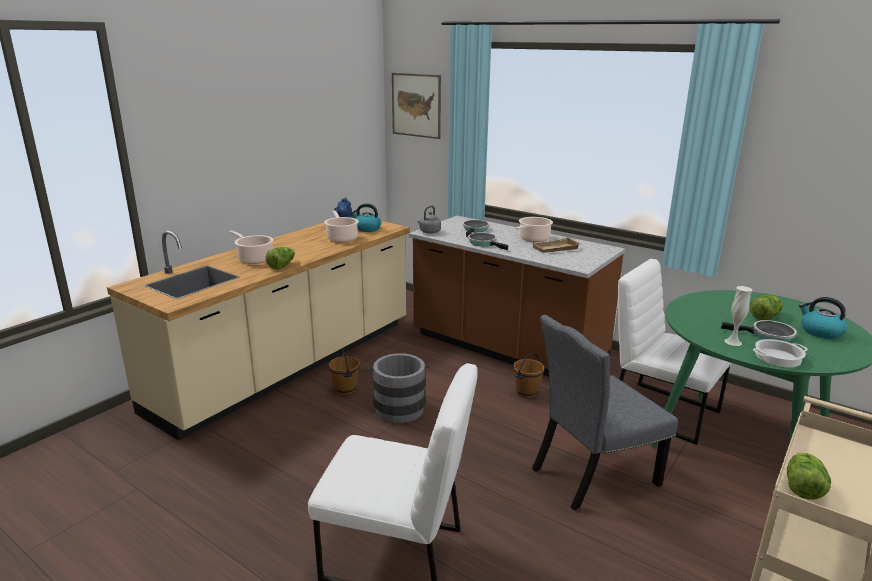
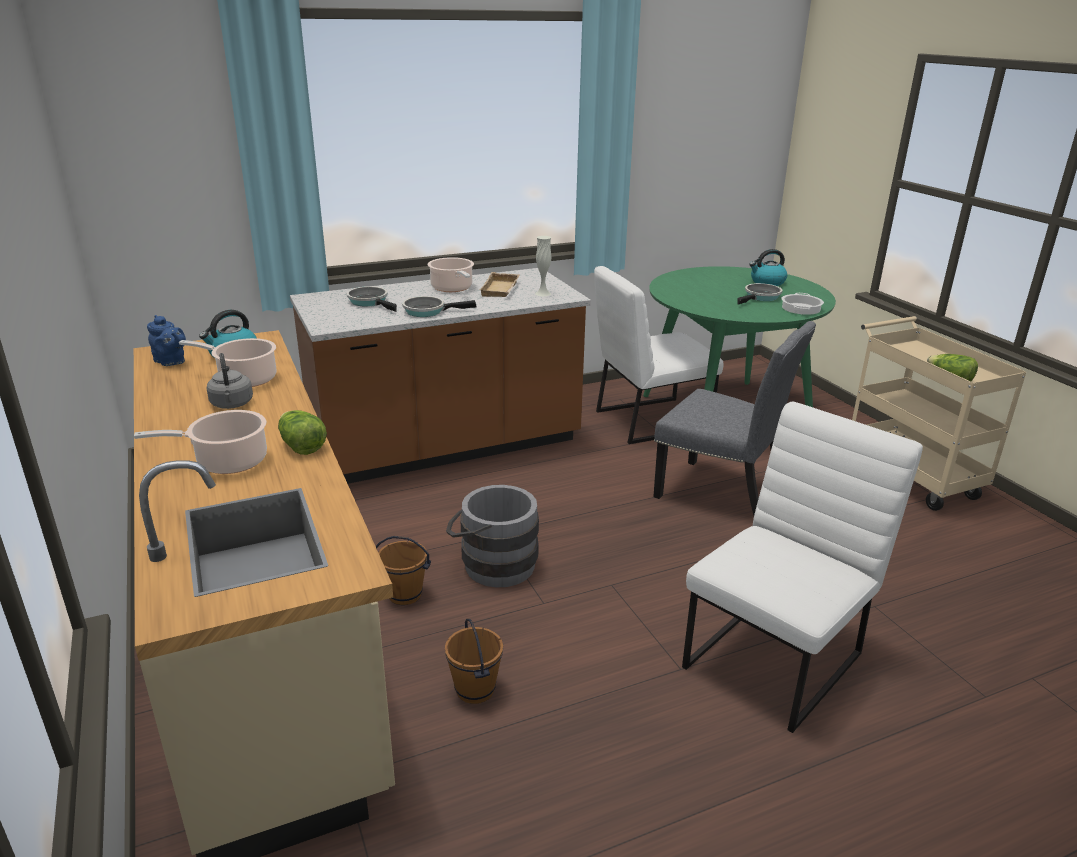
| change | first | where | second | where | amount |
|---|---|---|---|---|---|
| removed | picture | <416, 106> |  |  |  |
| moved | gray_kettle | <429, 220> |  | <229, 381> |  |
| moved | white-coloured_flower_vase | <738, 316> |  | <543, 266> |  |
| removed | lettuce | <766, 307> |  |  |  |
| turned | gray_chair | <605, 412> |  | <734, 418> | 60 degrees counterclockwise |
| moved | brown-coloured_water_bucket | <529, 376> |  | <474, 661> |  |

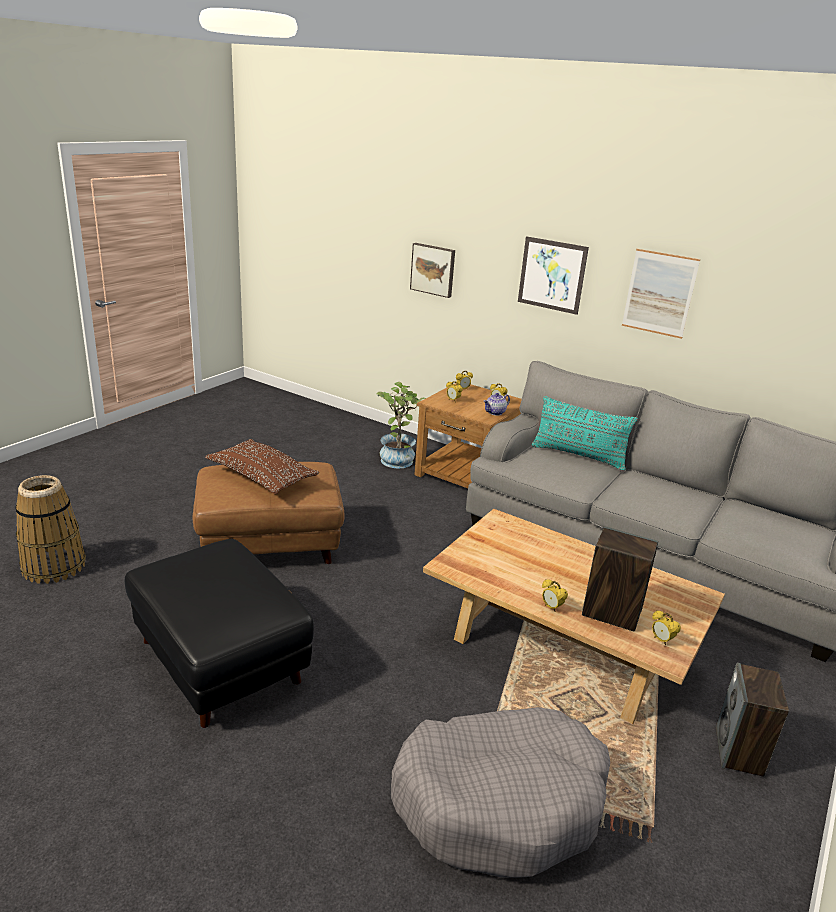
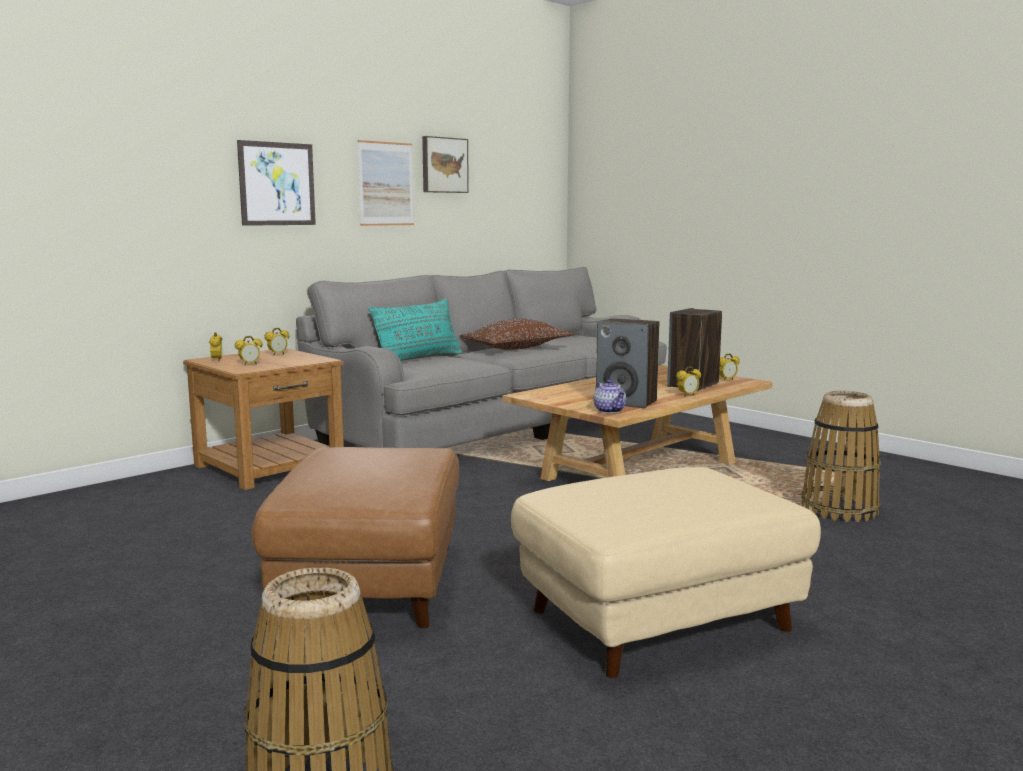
| change | first | where | second | where | amount |
|---|---|---|---|---|---|
| moved | picture | <432, 270> |  | <445, 164> |  |
| removed | potted_plant | <401, 425> |  |  |  |
| moved | teapot | <496, 404> |  | <609, 397> |  |
| moved | brown-coloured_throw_pillow | <262, 466> |  | <516, 334> |  |
| recoloured | black-coloured_ottoman | <219, 633> | beige_ottoman | <666, 572> |  |
| moved | loudspeaker | <752, 720> |  | <627, 363> |  |
| replaced | gray_dog_bed | <500, 792> | storage_basket | <841, 456> |  |

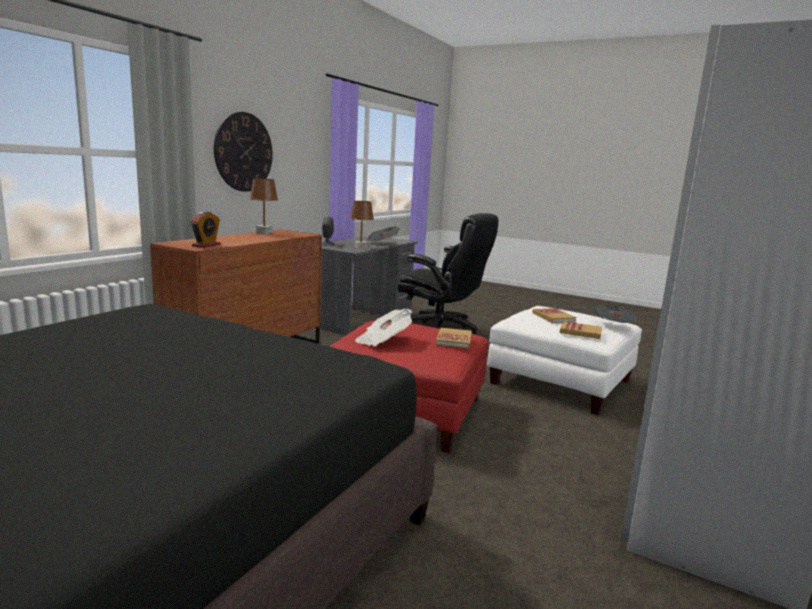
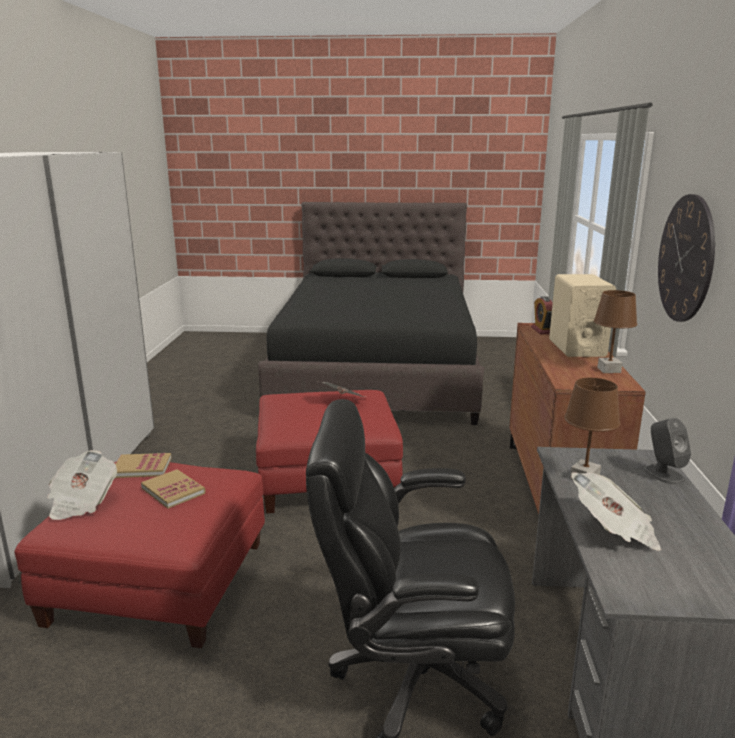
| change | first | where | second | where | amount |
|---|---|---|---|---|---|
| recoloured | white-coloured_ottoman | <564, 360> | reddish_ottoman | <139, 555> |  |
| removed | volume | <454, 338> |  |  |  |
| added |  |  | beige_loudspeaker | <582, 315> |  |

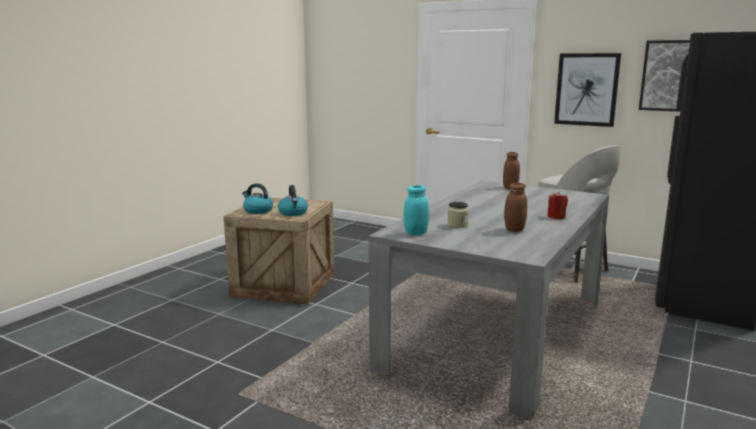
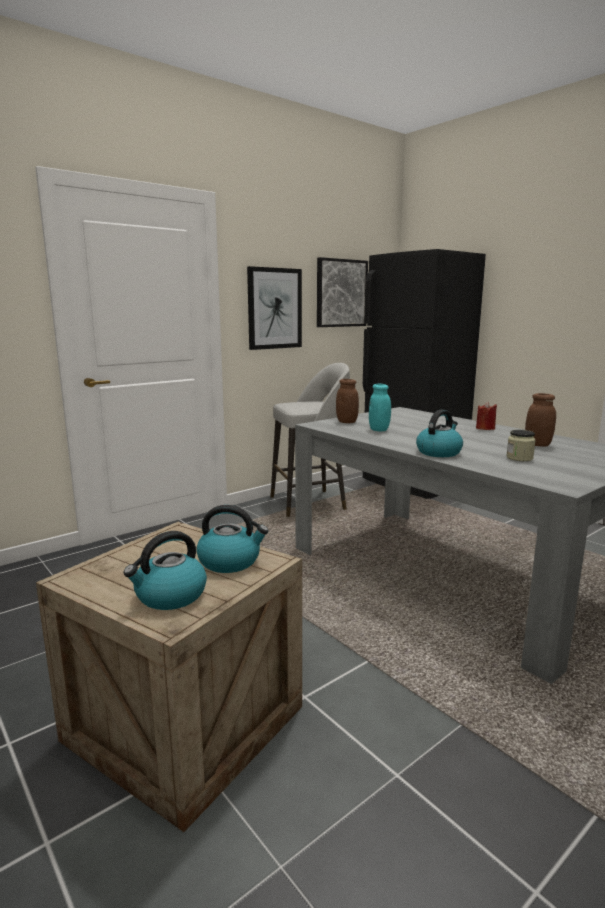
| change | first | where | second | where | amount |
|---|---|---|---|---|---|
| moved | turquoise_preserve_jar | <416, 210> |  | <380, 407> |  |
| added |  |  | kettle | <439, 433> |  |

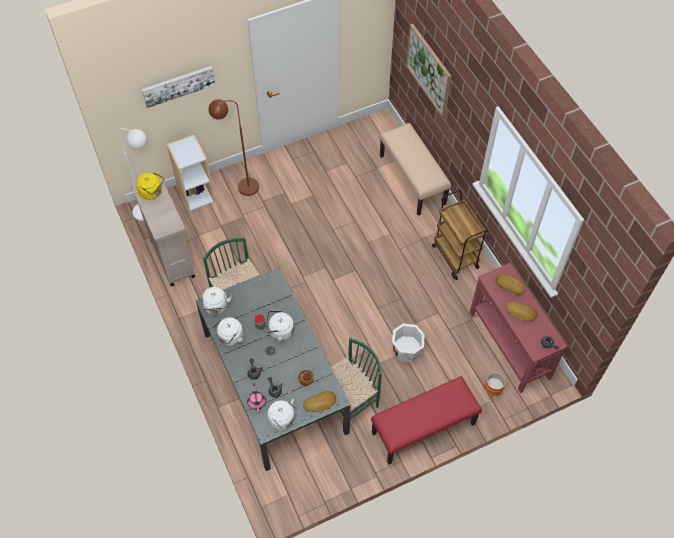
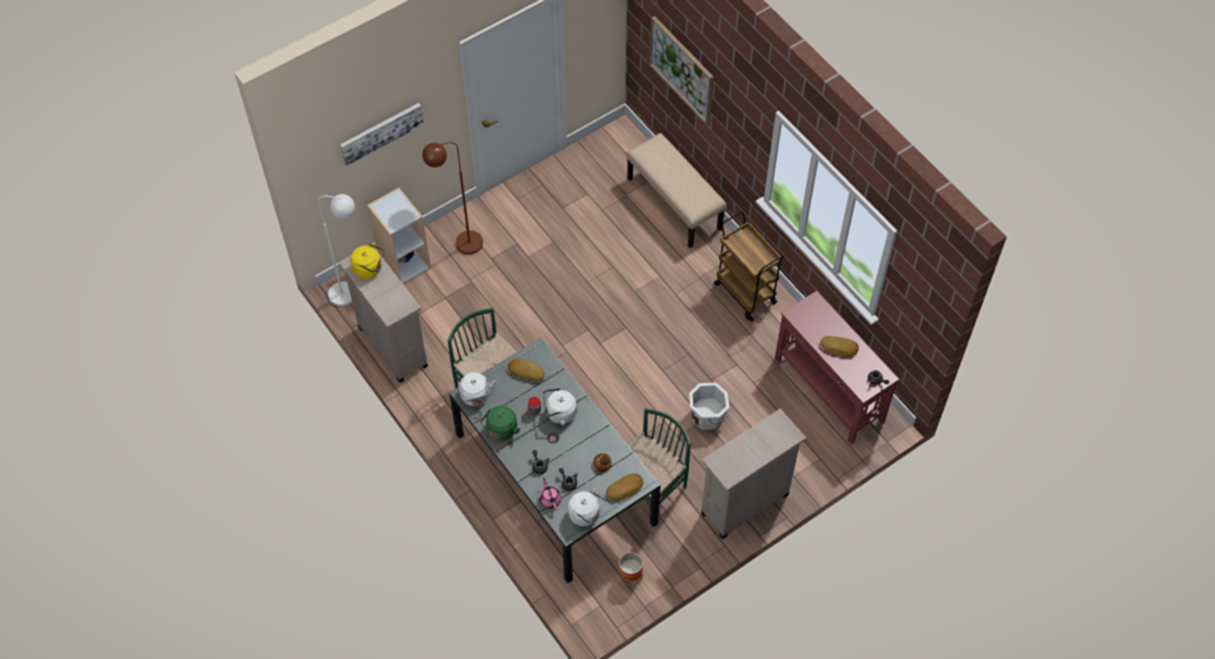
| change | first | where | second | where | amount |
|---|---|---|---|---|---|
| moved | bread | <510, 284> |  | <526, 370> |  |
| recoloured | white-coloured_kettle | <227, 331> | greenish_kettle | <500, 422> |  |
| moved | flower_pot | <494, 386> |  | <631, 569> |  |
| replaced | reddish_bench | <426, 420> | beige_cupboard | <753, 473> |  |

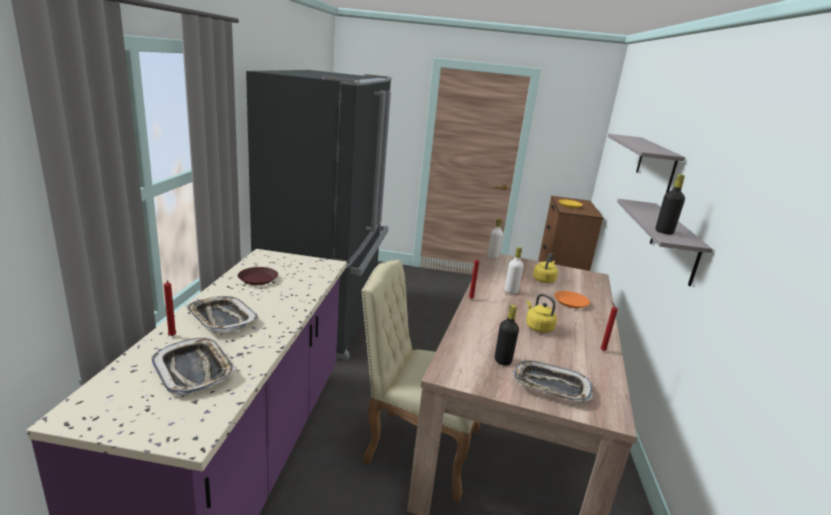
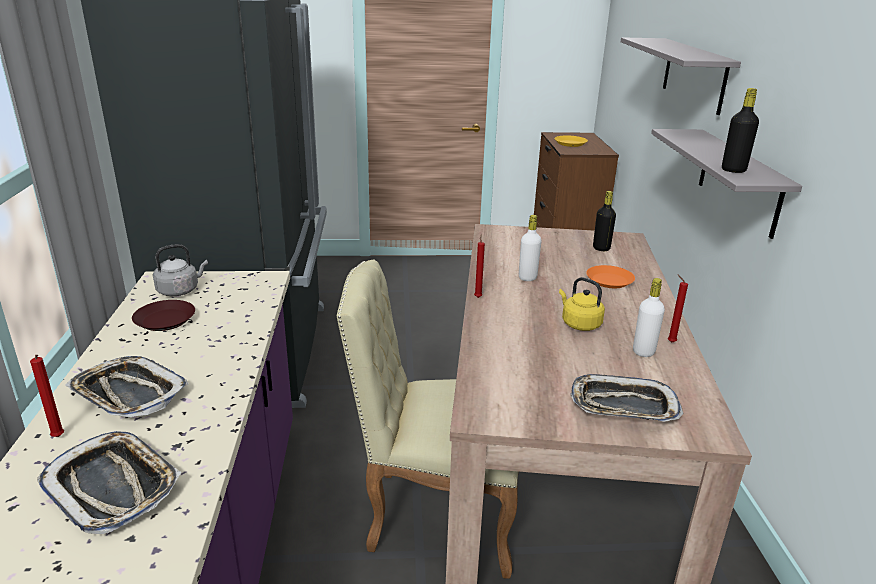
| change | first | where | second | where | amount |
|---|---|---|---|---|---|
| moved | white-coloured_drink_bottle | <495, 238> |  | <649, 317> |  |
| removed | yellow-coloured_kettle | <545, 268> |  |  |  |
| moved | black-coloured_drink_bottle | <507, 335> |  | <604, 221> |  |
| added |  |  | gray_kettle | <180, 270> |  |

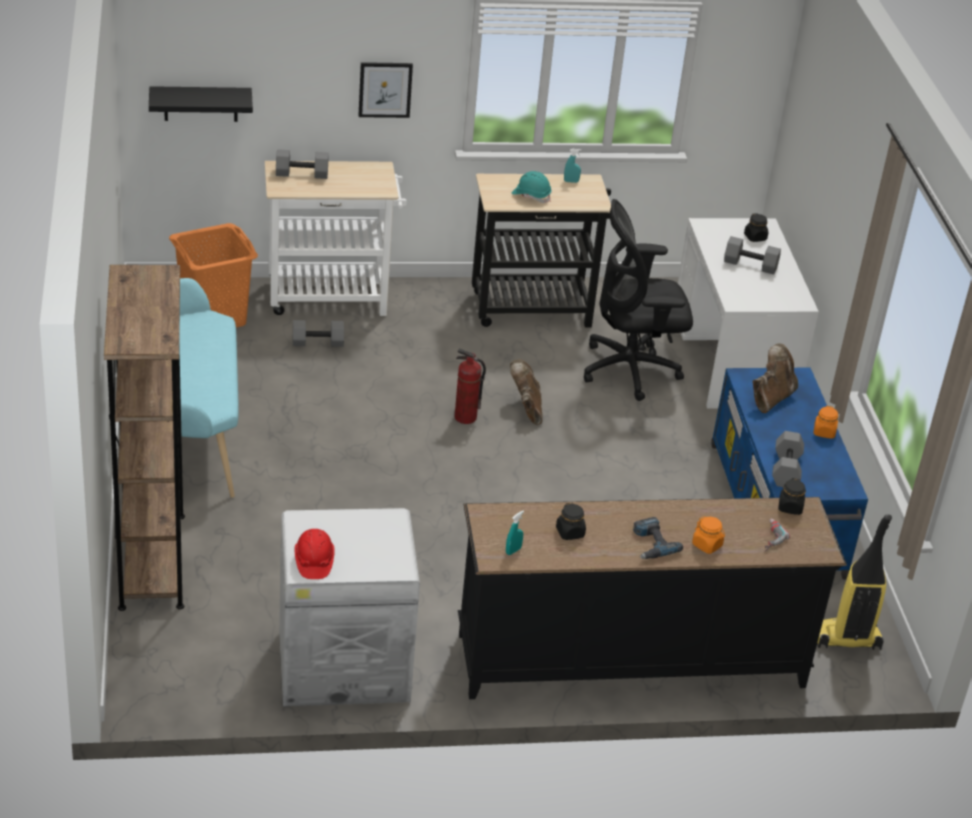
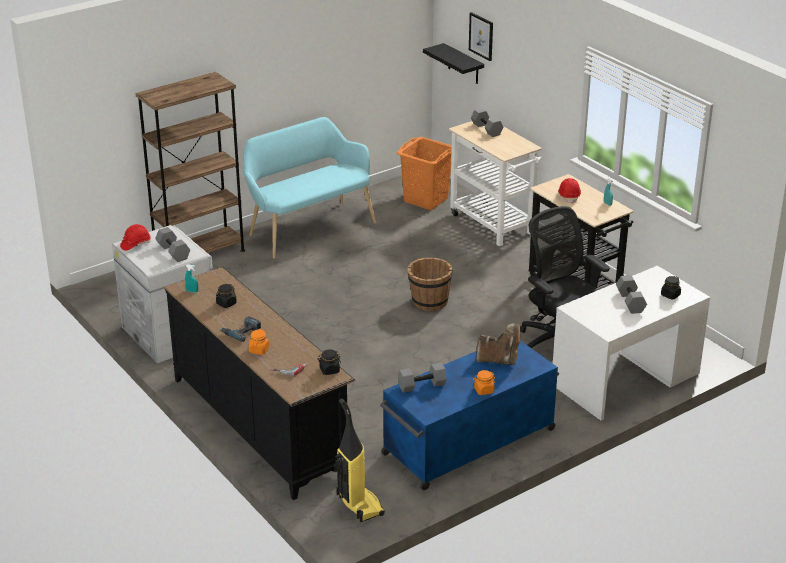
| change | first | where | second | where | amount |
|---|---|---|---|---|---|
| moved | picture | <385, 90> |  | <481, 36> |  |
| recoloured | turquoise_hard_hat | <532, 187> | reddish_hard_hat | <569, 191> |  |
| moved | gray_free_weight | <318, 333> |  | <172, 244> |  |
| replaced | extinguisher | <470, 386> | brown-coloured_water_bucket | <430, 284> |  |
| removed | brown-coloured_tall_boot | <526, 392> |  |  |  |

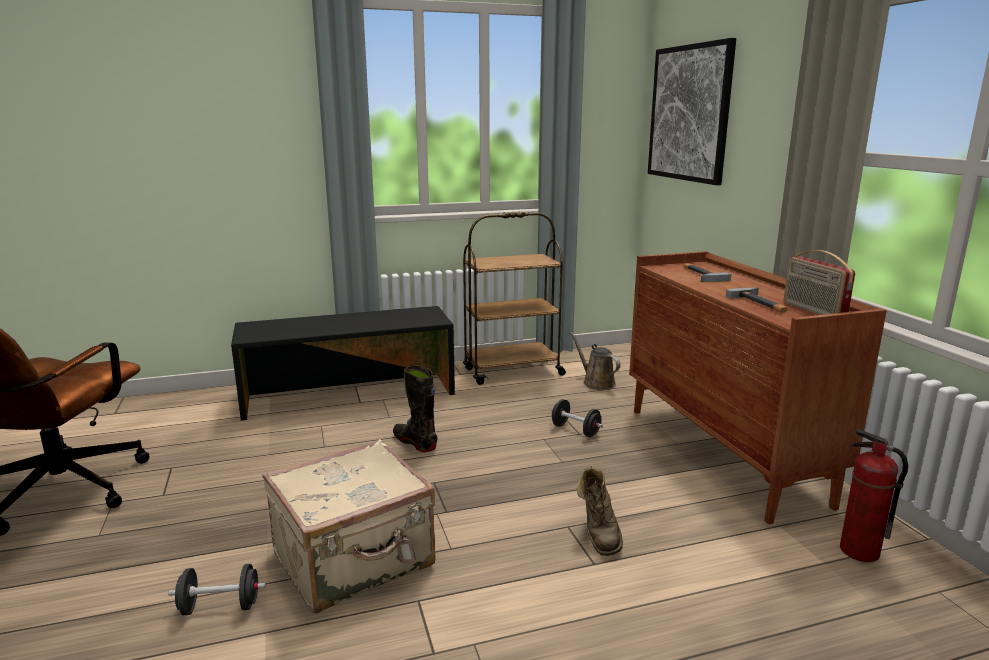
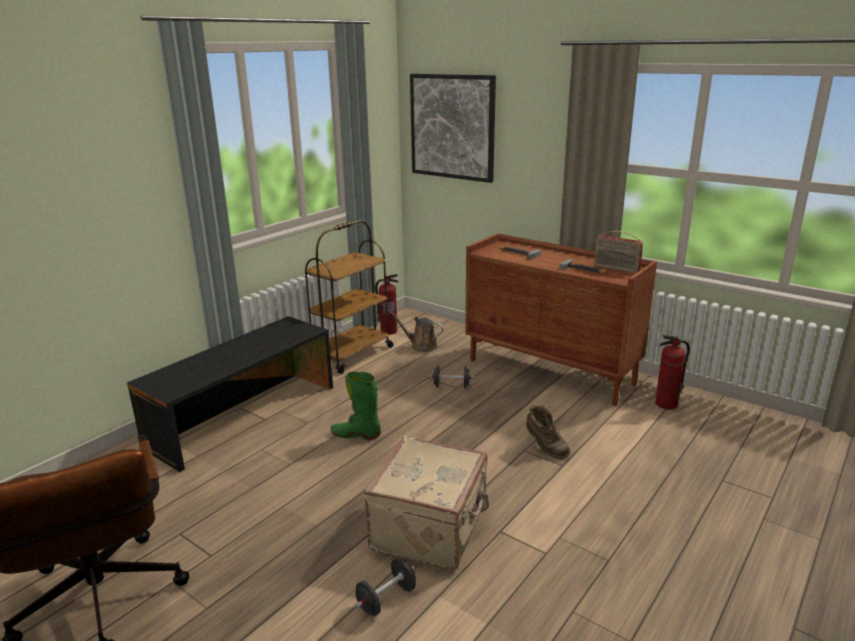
| change | first | where | second | where | amount |
|---|---|---|---|---|---|
| recoloured | black-coloured_tall_boot | <415, 408> | greenish_tall_boot | <356, 406> |  |
| added |  |  | extinguisher | <387, 304> |  |

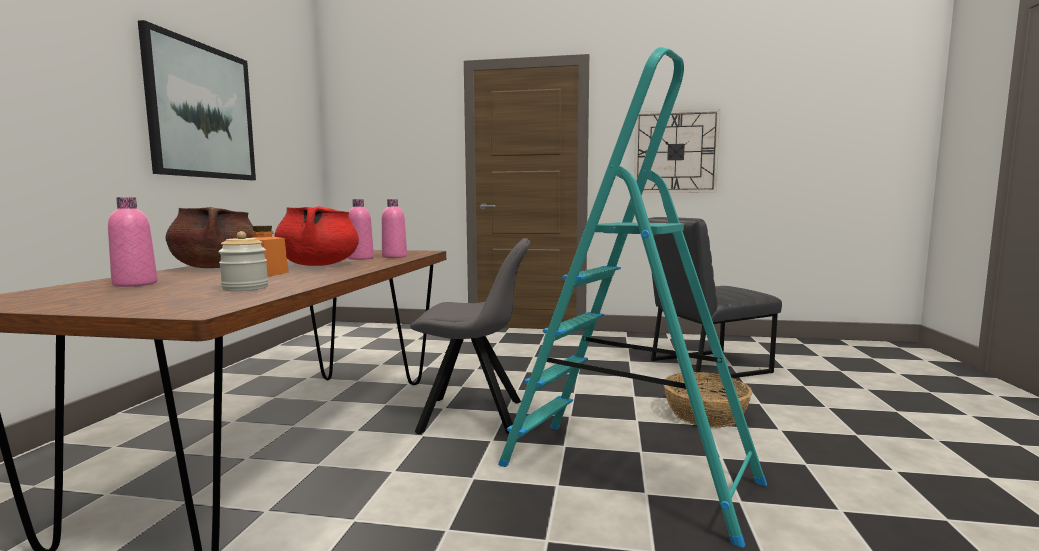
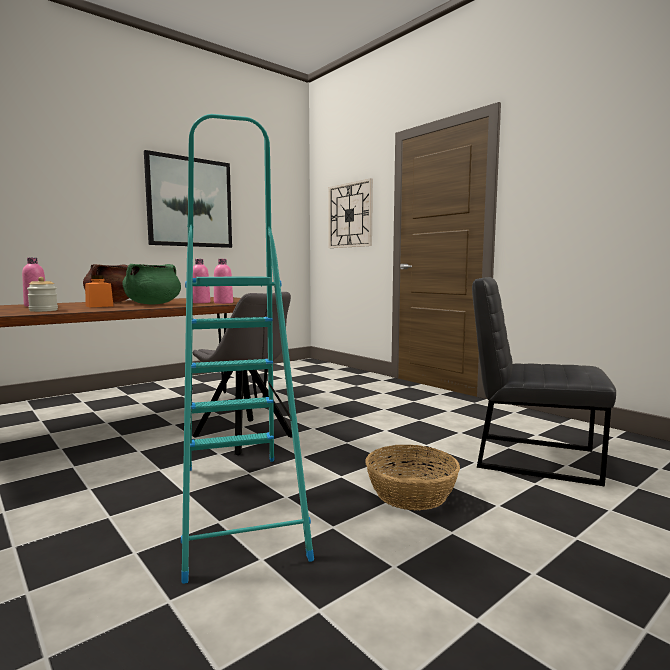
| change | first | where | second | where | amount |
|---|---|---|---|---|---|
| moved | hanging_clock | <677, 151> |  | <350, 213> |  |
| recoloured | reddish_stockpot | <316, 236> | greenish_stockpot | <151, 284> |  |

